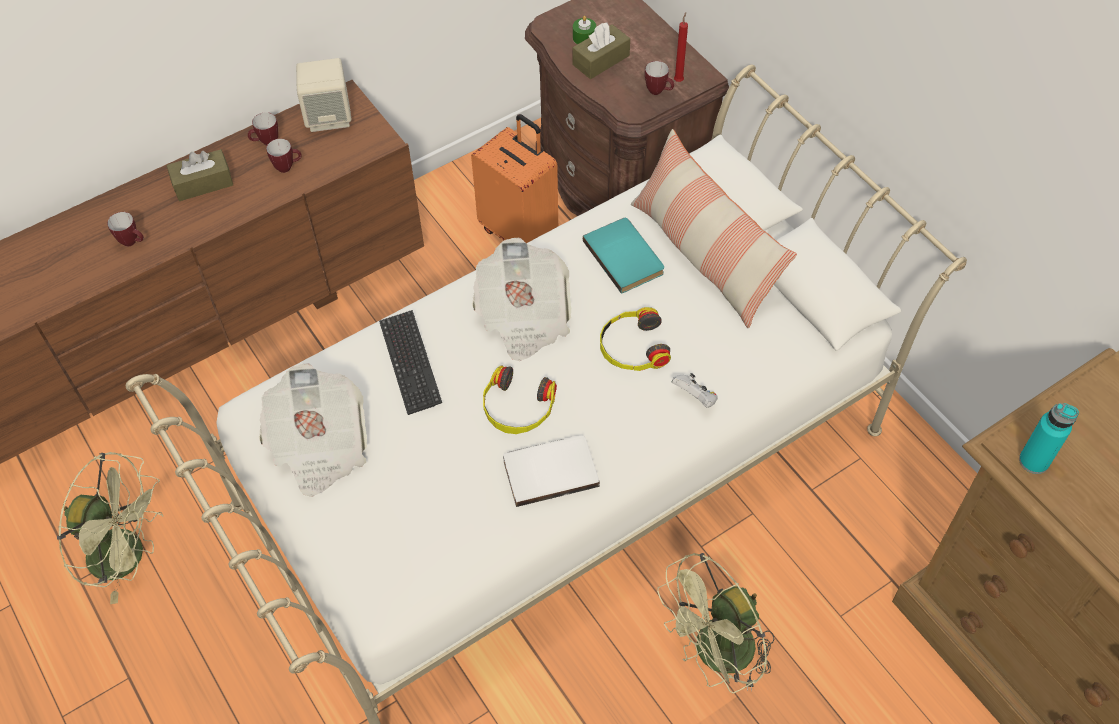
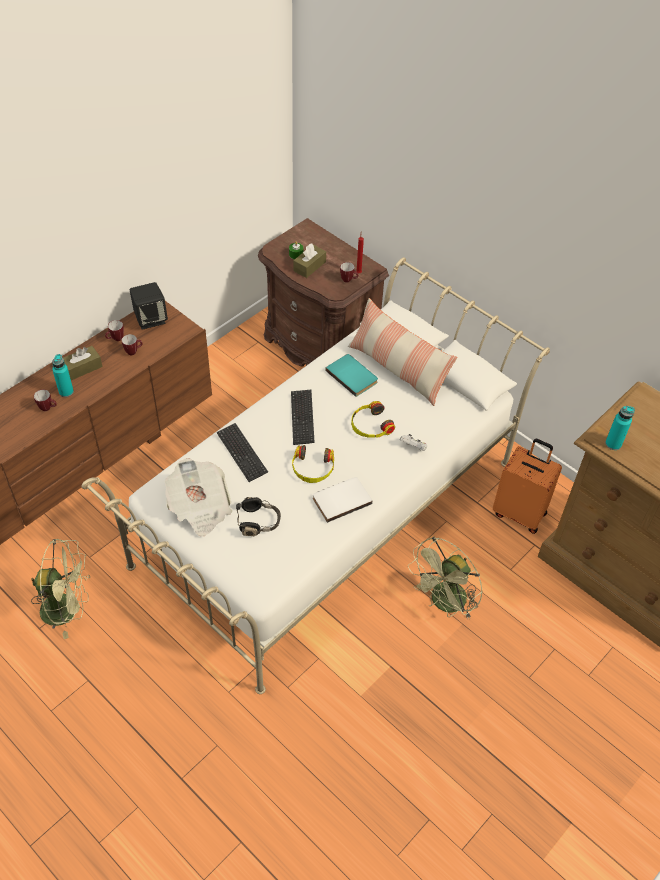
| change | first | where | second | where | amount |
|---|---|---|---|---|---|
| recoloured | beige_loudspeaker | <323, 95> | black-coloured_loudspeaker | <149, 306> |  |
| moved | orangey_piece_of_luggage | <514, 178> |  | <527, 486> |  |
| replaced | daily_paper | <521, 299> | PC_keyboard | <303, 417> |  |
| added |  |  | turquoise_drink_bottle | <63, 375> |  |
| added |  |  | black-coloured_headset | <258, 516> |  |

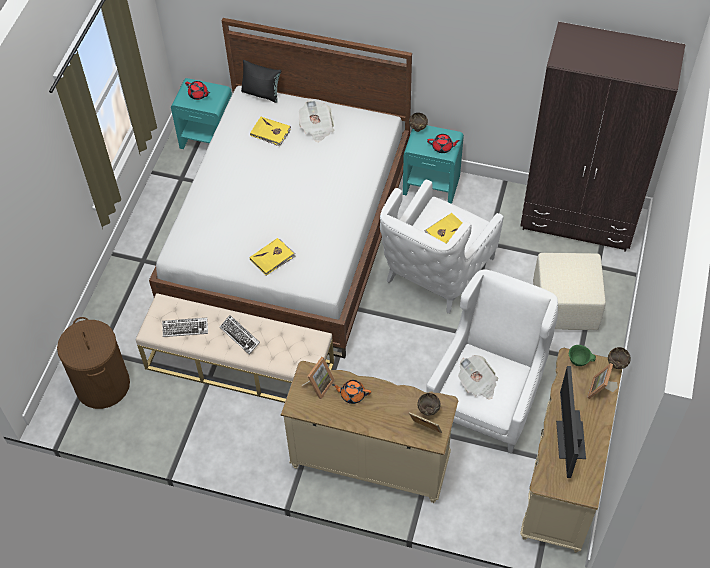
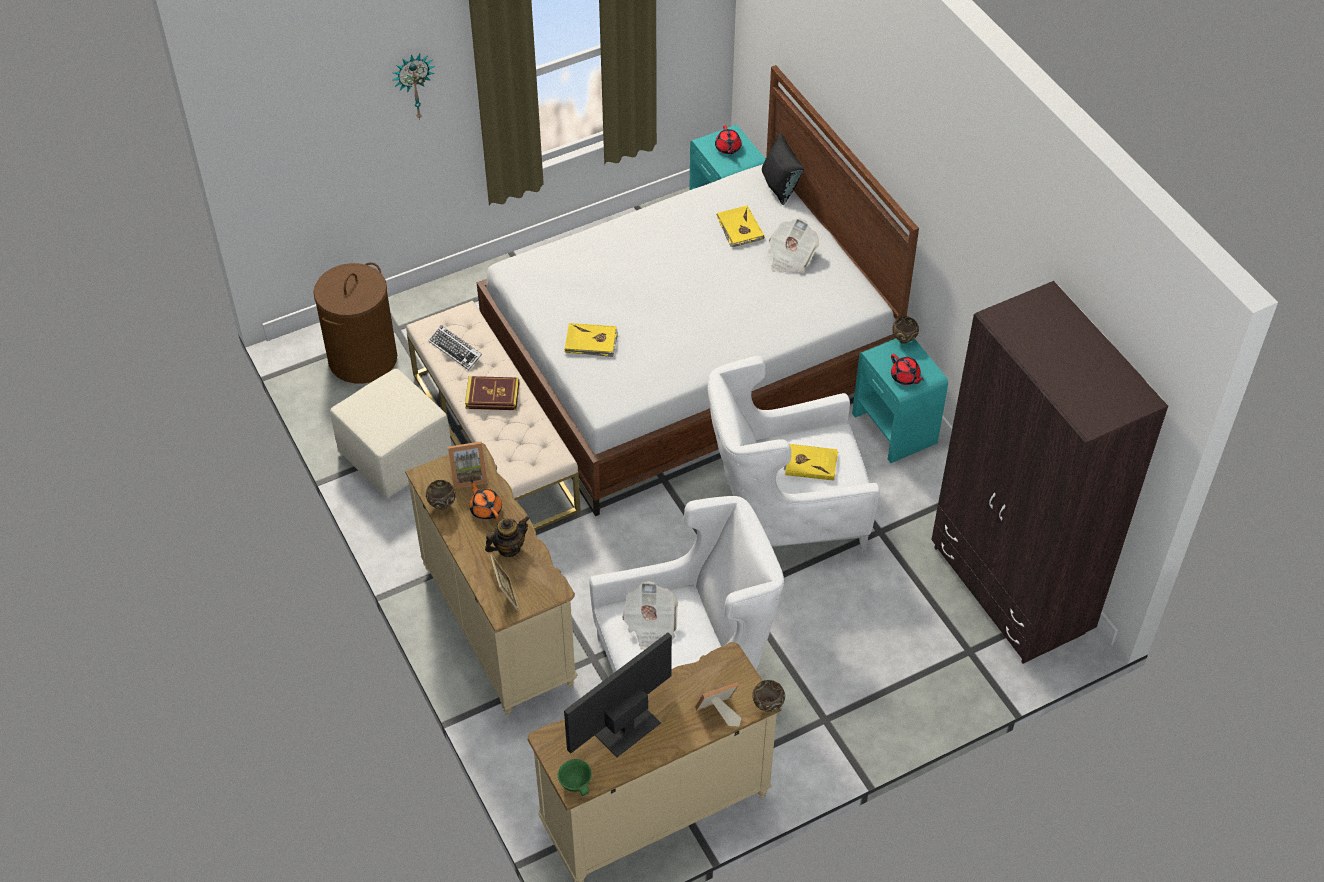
| change | first | where | second | where | amount |
|---|---|---|---|---|---|
| moved | beige_ottoman | <569, 291> |  | <391, 433> |  |
| replaced | PC_keyboard | <240, 335> | volume | <492, 393> |  |
| moved | greenish_serving_bowl | <582, 355> |  | <574, 777> |  |
| moved | brown-coloured_serving_bowl | <429, 404> |  | <441, 495> |  |
| added |  |  | hanging_clock | <414, 87> |  |
| added |  |  | teapot | <507, 536> |  |

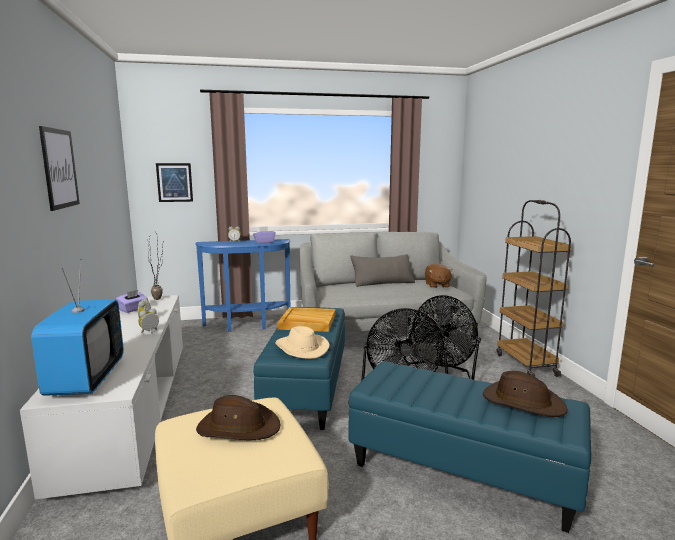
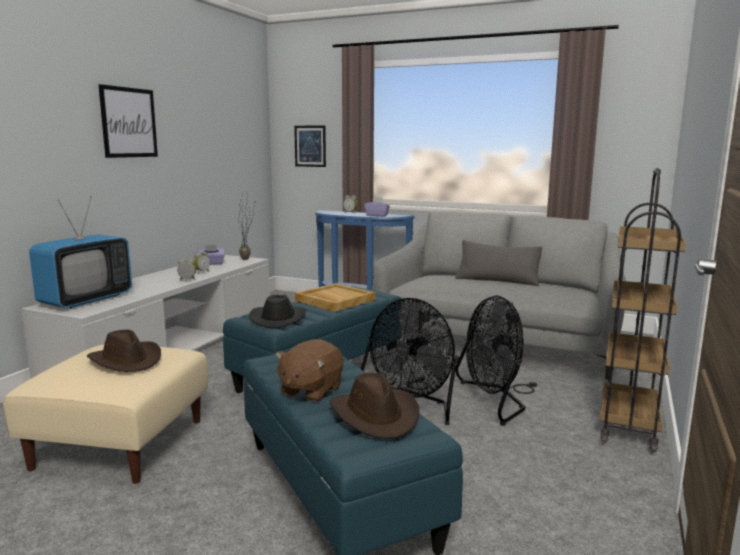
| change | first | where | second | where | amount |
|---|---|---|---|---|---|
| moved | brown-coloured_soft_toy | <439, 275> |  | <309, 370> |  |
| recoloured | beige_wearable_hat | <302, 342> | black-coloured_wearable_hat | <277, 311> |  |

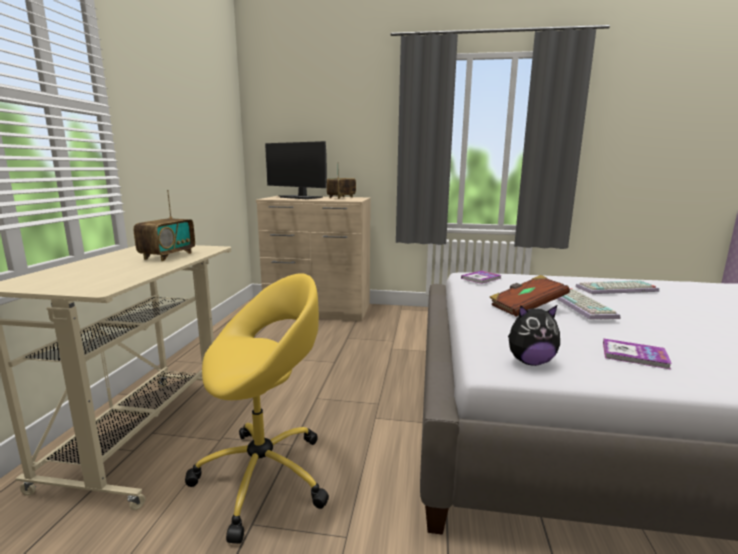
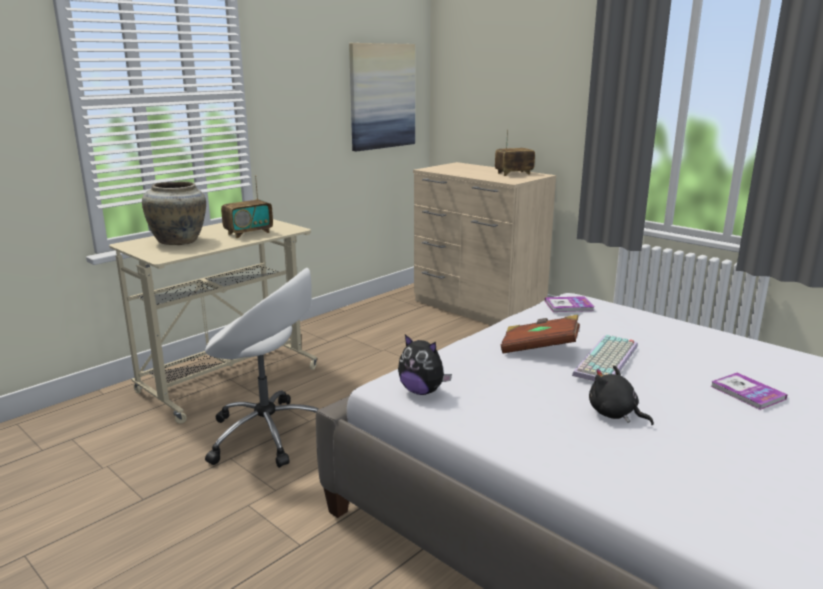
| change | first | where | second | where | amount |
|---|---|---|---|---|---|
| removed | computer_display | <296, 170> |  |  |  |
| recoloured | yellow-coloured_office_chair | <257, 408> | white-coloured_office_chair | <261, 368> |  |
| removed | PC_keyboard | <617, 287> |  |  |  |
| moved | volume | <637, 354> |  | <749, 391> |  |
| added |  |  | picture | <382, 97> |  |
| added |  |  | beige_flower_vase | <174, 213> |  |
| added |  |  | black-coloured_soft_toy | <621, 395> |  |

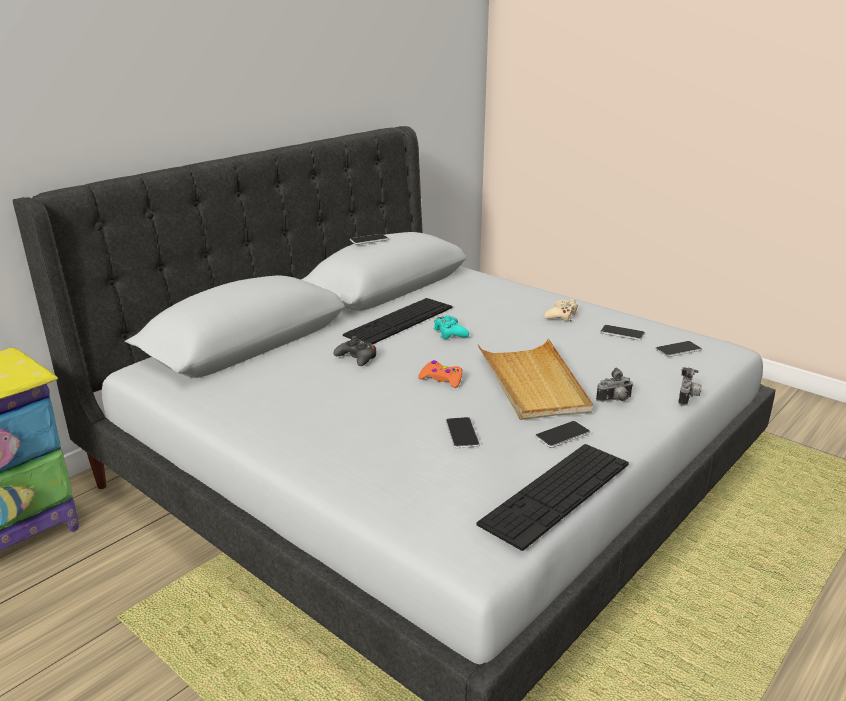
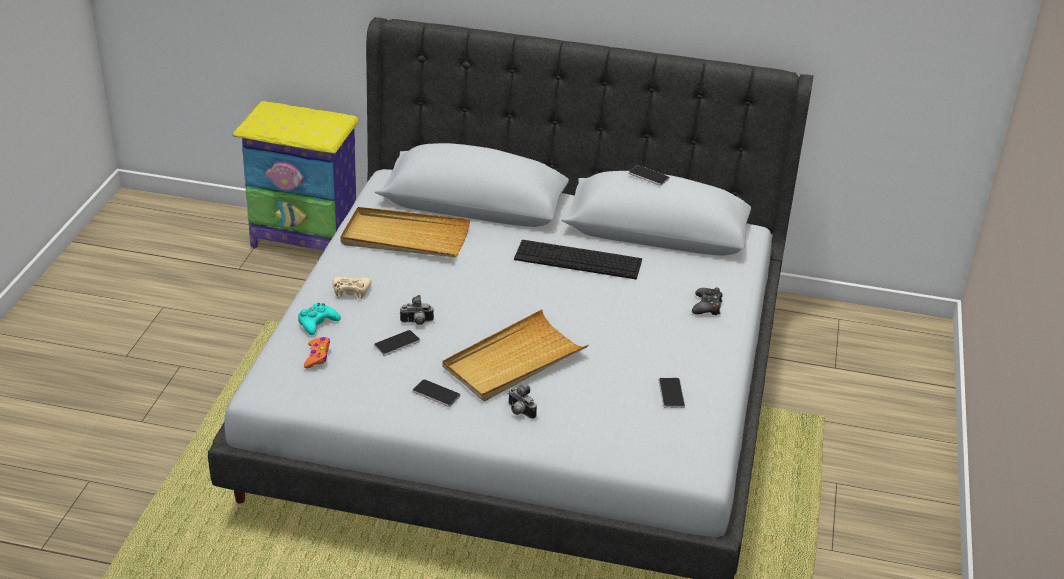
| change | first | where | second | where | amount |
|---|---|---|---|---|---|
| moved | beige_game_controller | <561, 310> |  | <351, 288> |  |
| moved | turquoise_game_controller | <451, 327> |  | <319, 319> |  |
| moved | black-coloured_game_controller | <355, 351> |  | <707, 301> |  |
| removed | telephone | <678, 349> |  |  |  |
| moved | orangey_game_controller | <440, 374> |  | <317, 352> |  |
| moved | photo_camera | <690, 386> |  | <417, 310> |  |
| removed | PC_keyboard | <552, 497> |  |  |  |
| added |  |  | beige_carrying_tray | <405, 232> |  |

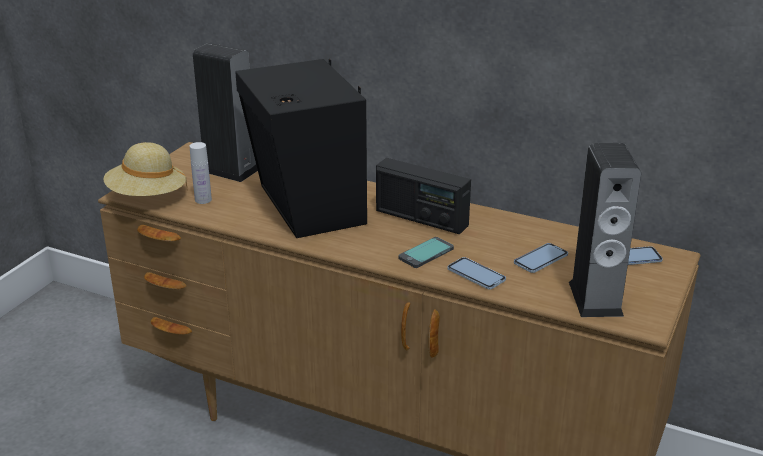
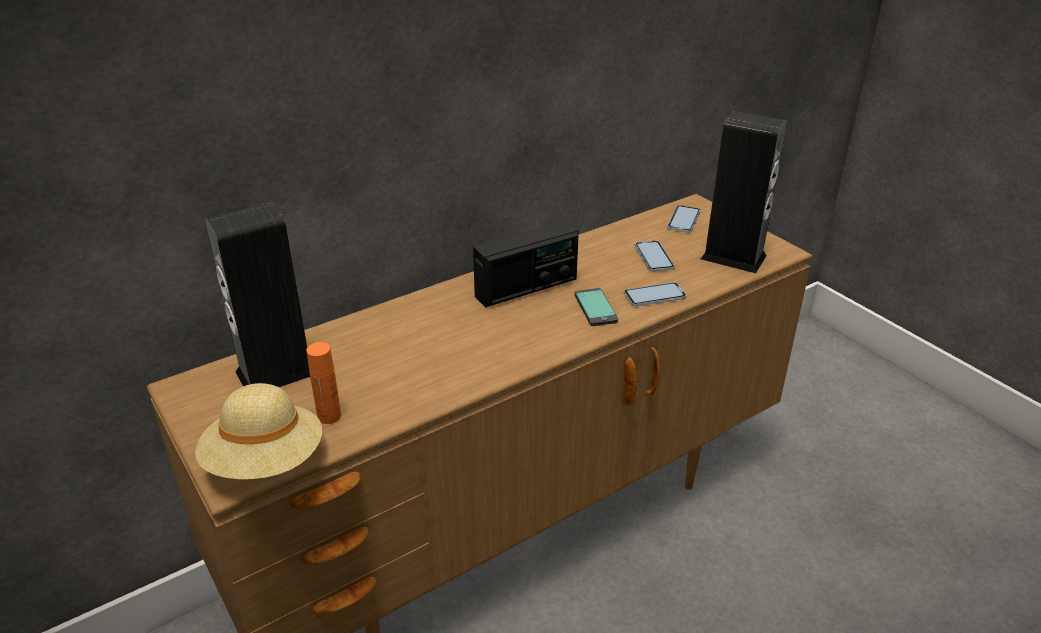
| change | first | where | second | where | amount |
|---|---|---|---|---|---|
| removed | black-coloured_loudspeaker | <301, 148> |  |  |  |
| recoloured | white-coloured_drink_bottle | <201, 173> | orangey_drink_bottle | <323, 383> |  |

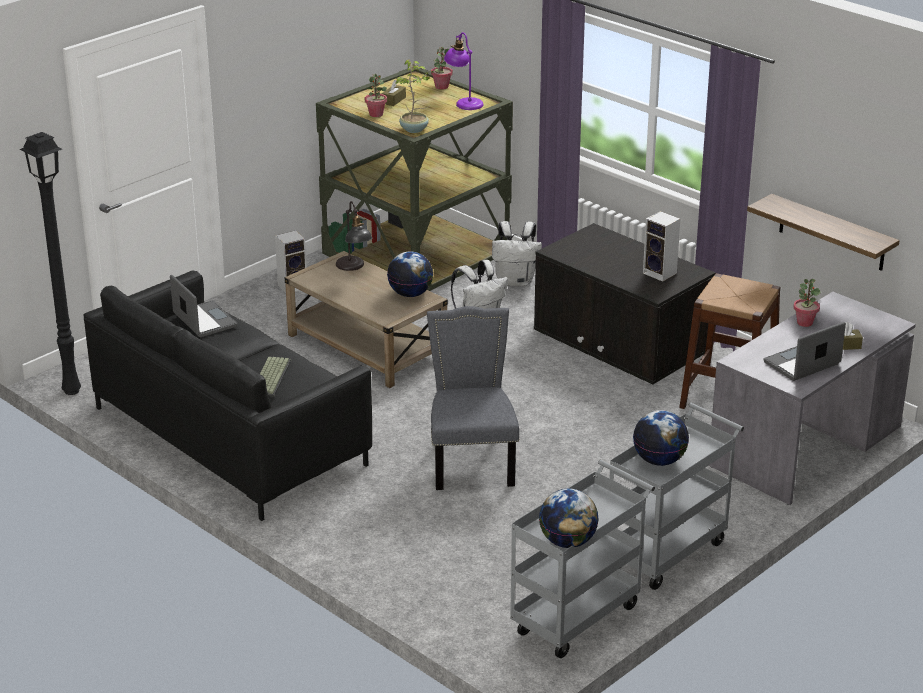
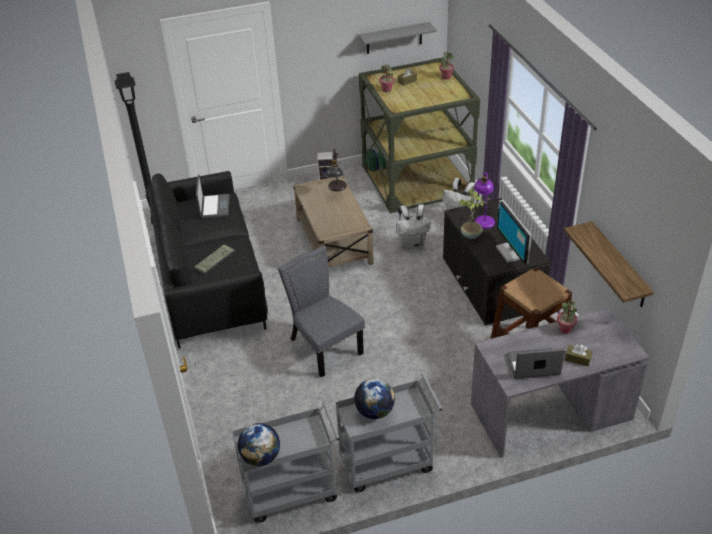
| change | first | where | second | where | amount |
|---|---|---|---|---|---|
| moved | purplish_tabletop_lamp | <463, 71> |  | <484, 200> |  |
| moved | potted_plant | <414, 96> |  | <474, 214> |  |
| replaced | loudspeaker | <661, 246> | computer_display | <514, 232> |  |
| removed | globe | <410, 274> |  |  |  |
| turned | gray_chair | <473, 398> |  | <321, 311> | 60 degrees counterclockwise |
| added |  |  | gray_shelf | <398, 38> |  |

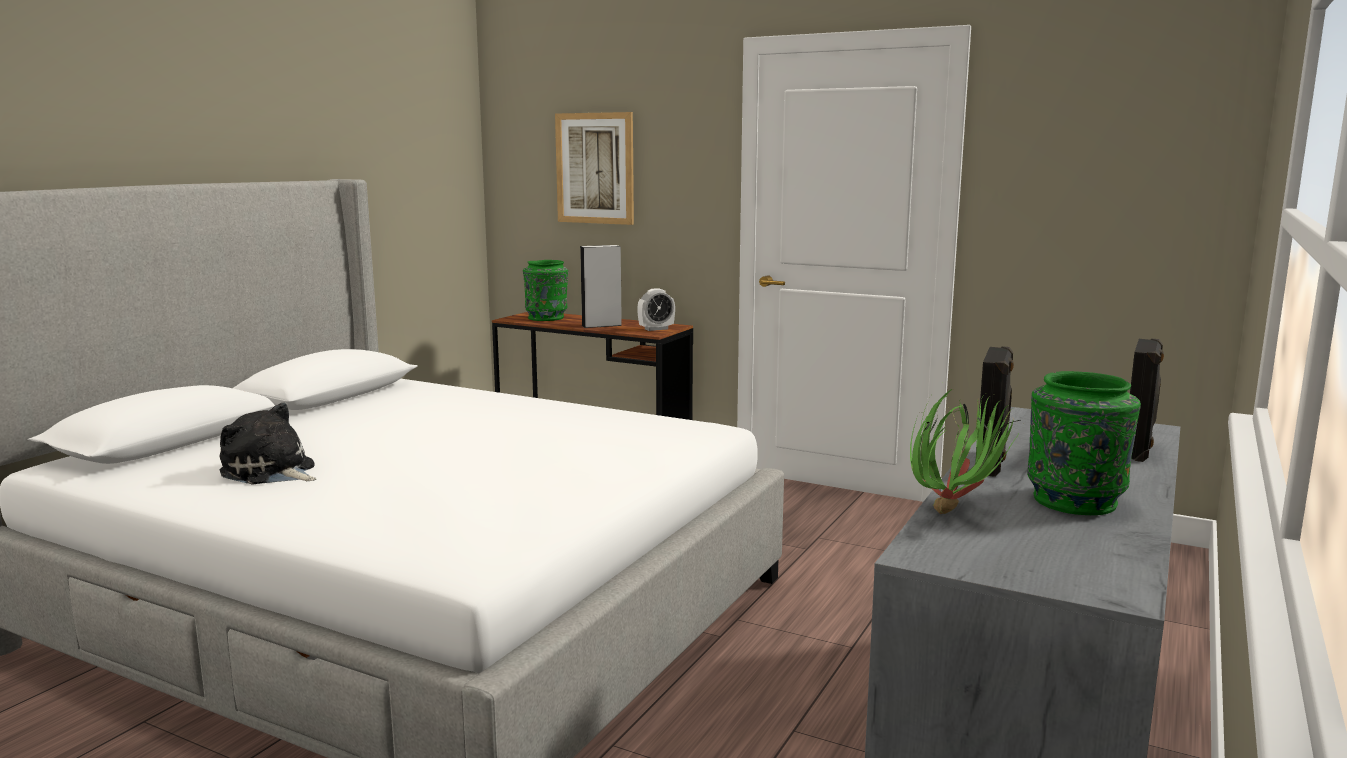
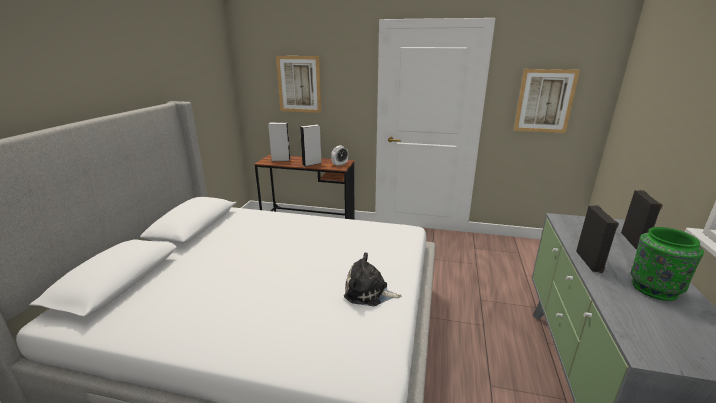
| change | first | where | second | where | amount |
|---|---|---|---|---|---|
| replaced | greenish_flower_vase | <545, 290> | gray_loudspeaker | <279, 142> |  |
| removed | potted_plant | <966, 451> |  |  |  |
| moved | soft_toy | <268, 443> |  | <373, 279> |  |
| added |  |  | picture | <547, 101> |  |

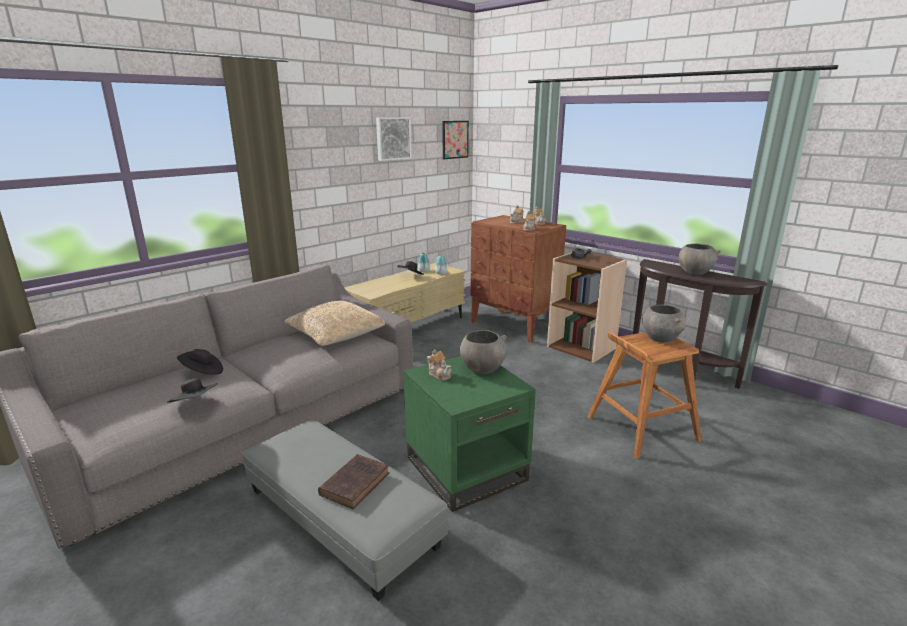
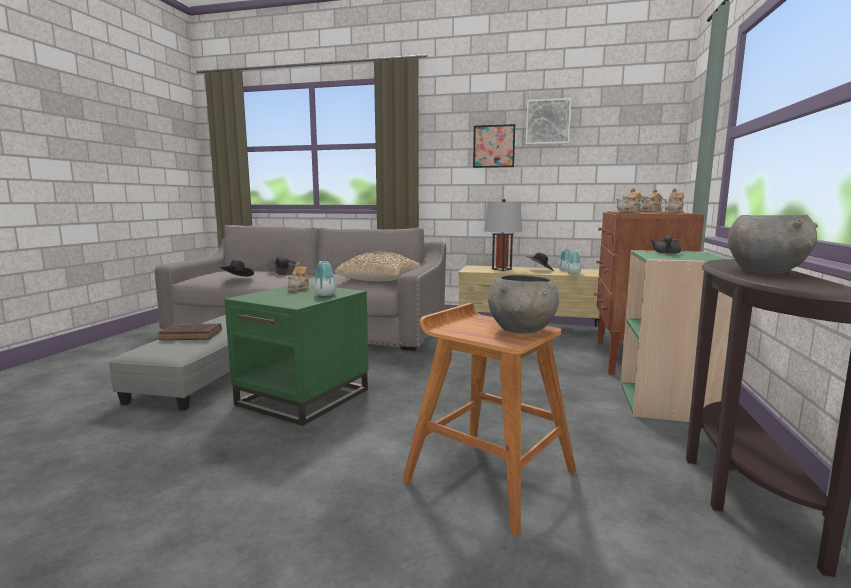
| change | first | where | second | where | amount |
|---|---|---|---|---|---|
| moved | picture | <455, 140> |  | <494, 146> |  |
| recoloured | brown-coloured_shelving_unit | <587, 307> | greenish_shelving_unit | <676, 336> |  |
| replaced | gray_serving_bowl | <483, 352> | flower_vase | <325, 278> |  |
| added |  |  | gray_tabletop_lamp | <503, 235> |  |

